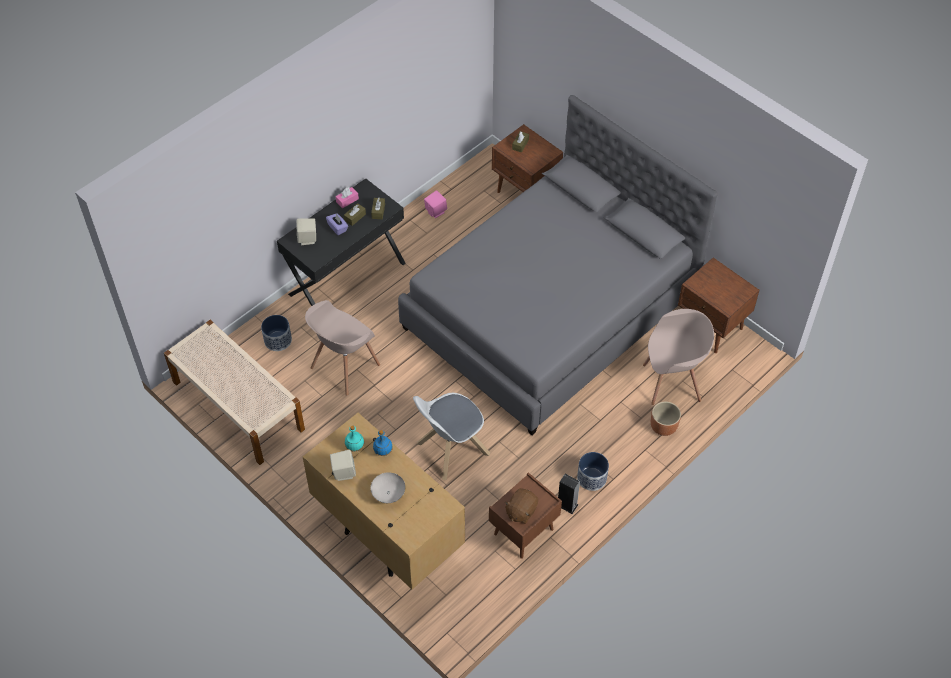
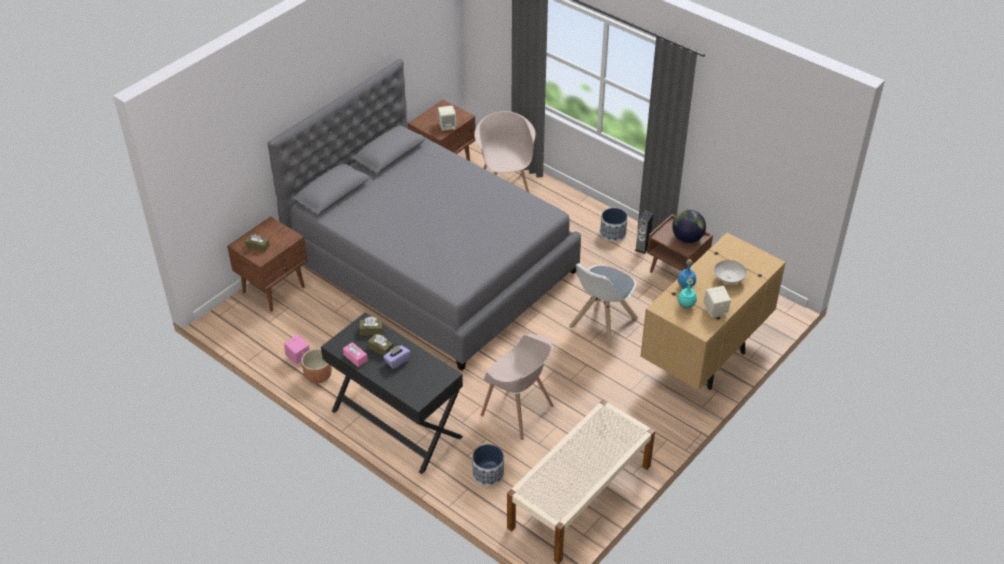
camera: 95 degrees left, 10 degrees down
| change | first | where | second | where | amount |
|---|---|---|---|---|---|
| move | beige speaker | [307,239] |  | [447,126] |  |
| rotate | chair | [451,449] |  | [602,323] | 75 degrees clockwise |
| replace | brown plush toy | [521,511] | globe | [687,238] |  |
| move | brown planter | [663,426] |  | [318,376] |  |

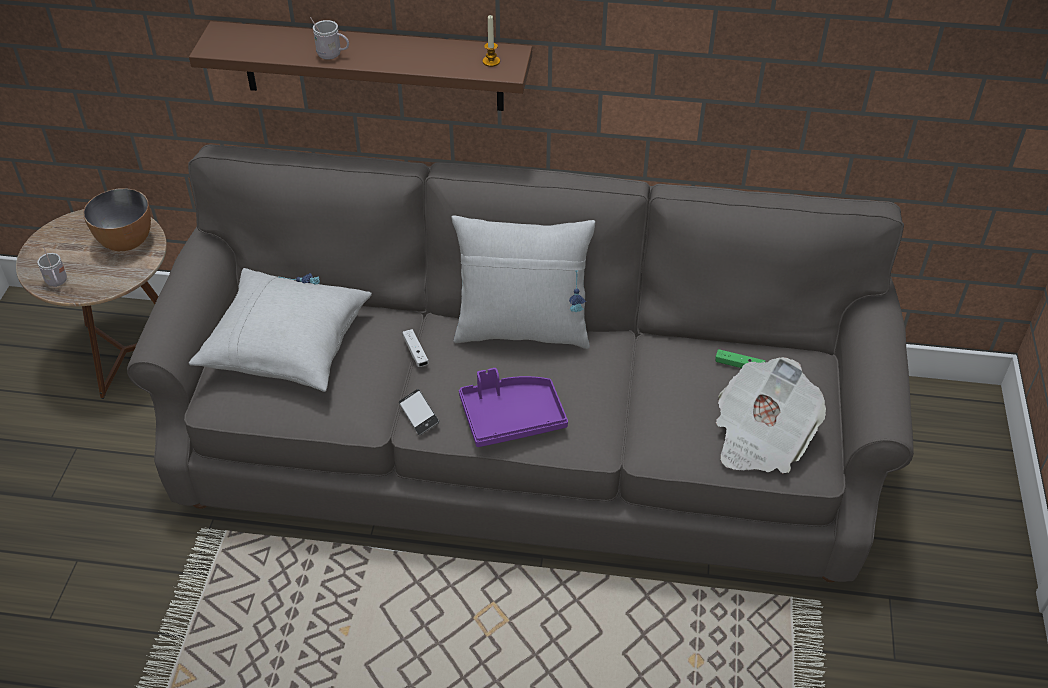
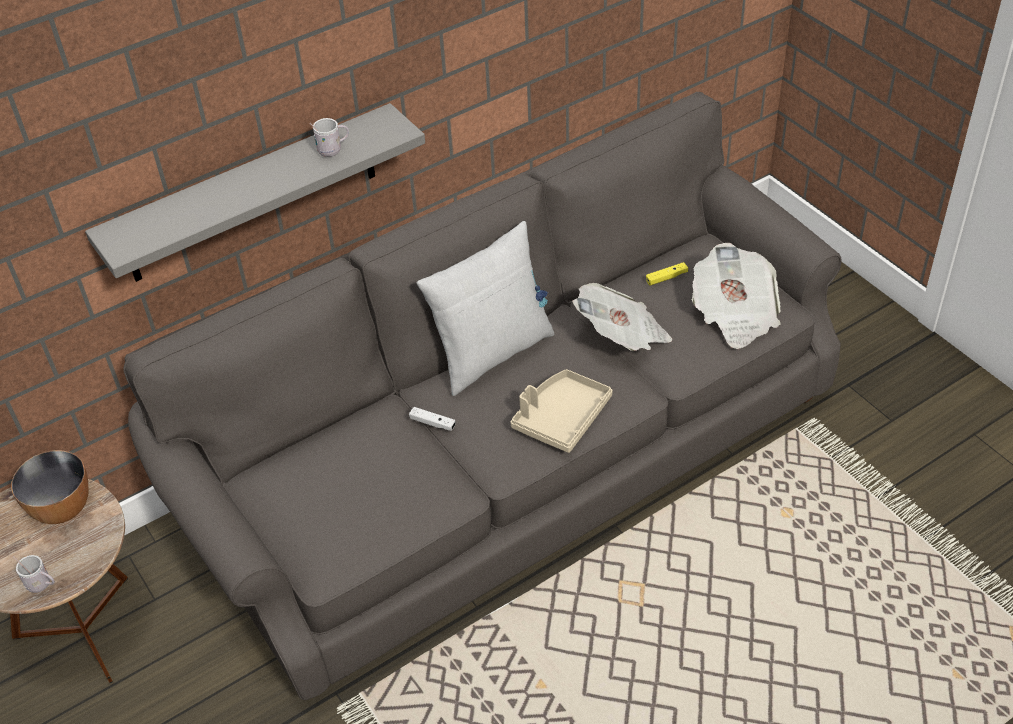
camera: 40 degrees left, 0 degrees up
| change | first | where | second | where | amount |
|---|---|---|---|---|---|
| recolor | brown shelf | [372,66] | grey shelf | [252,195] |  |
| delete | grey pillow | [287,347] |  |  |  |
| move | white mug | [333,55] |  | [333,150] |  |
| delete | phone | [419,415] |  |  |  |
| recolor | purple tray | [511,417] | beige tray | [561,418] |  |
| delete | candle | [491,61] |  |  |  |
| recolor | green game controller | [739,365] | yellow game controller | [666,277] |  |
| insert |  |  | newspaper | [622,336] |  |

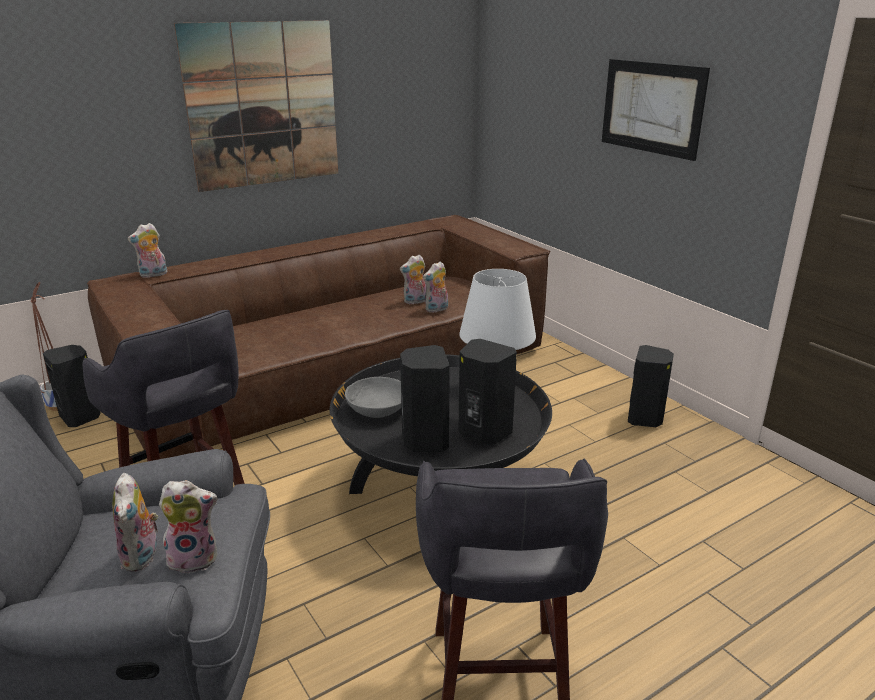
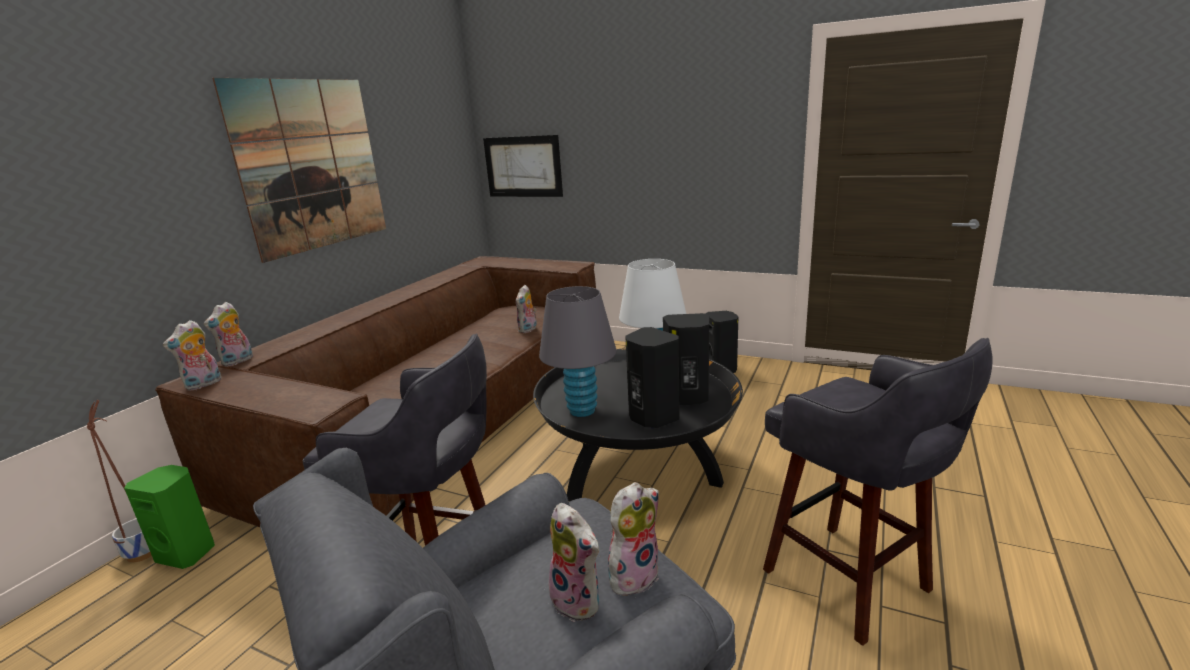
camera: 30 degrees left, 5 degrees down
| change | first | where | second | where | amount |
|---|---|---|---|---|---|
| recolor | black speaker | [81,417] | green speaker | [188,553] |  |
| replace | grey bowl | [377,410] | grey table lamp | [582,410] |  |
| move | plush toy | [415,302] |  | [203,385] |  |
| move | picture | [651,107] |  | [523,166] |  |

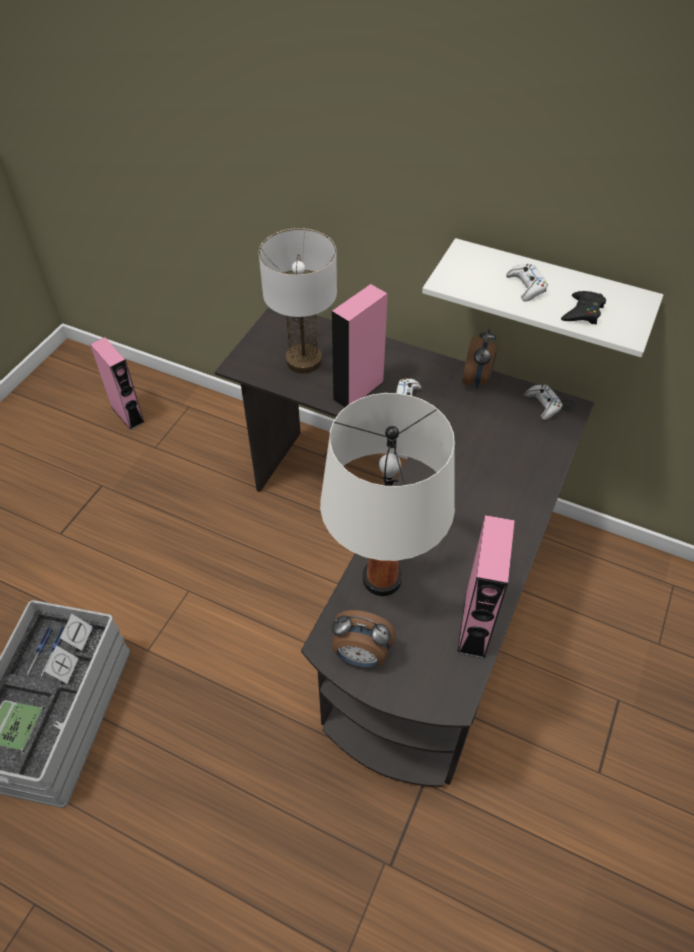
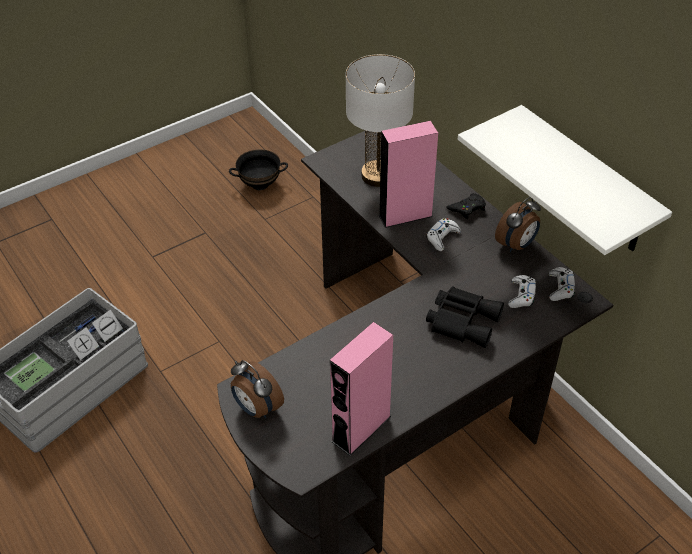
camera: 30 degrees right, 5 degrees down
| change | first | where | second | where | amount |
|---|---|---|---|---|---|
| replace | pink speaker | [127,414] | black bowl | [260,184] |  |
| delete | white table lamp | [382,579] |  |  |  |
| move | white game controller | [526,286] |  | [521,295] |  |
| move | black game controller | [583,312] |  | [467,208] |  |
| insert |  |  | black binoculars | [462,320] |  |

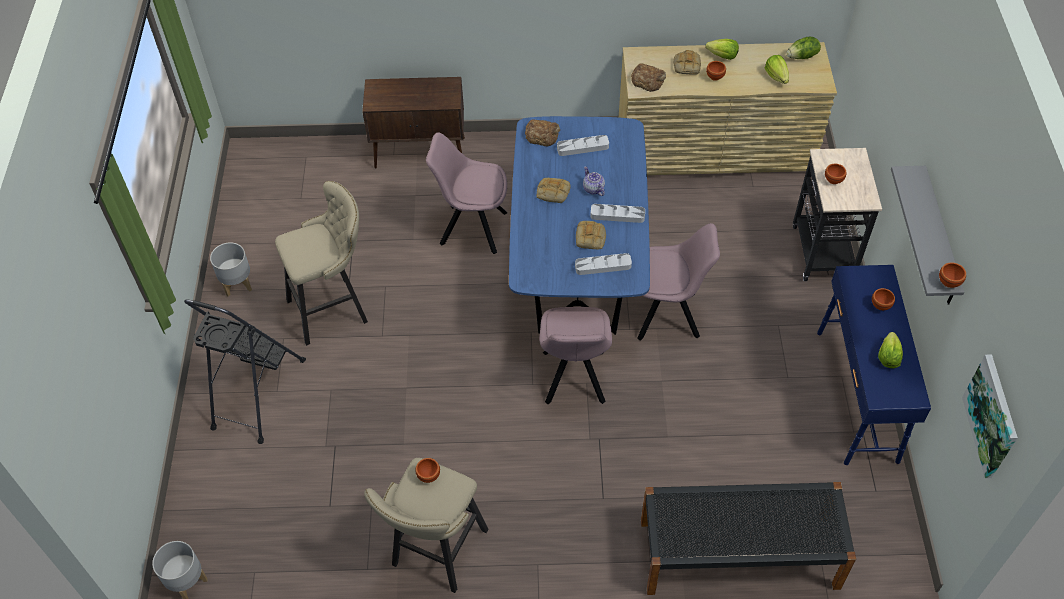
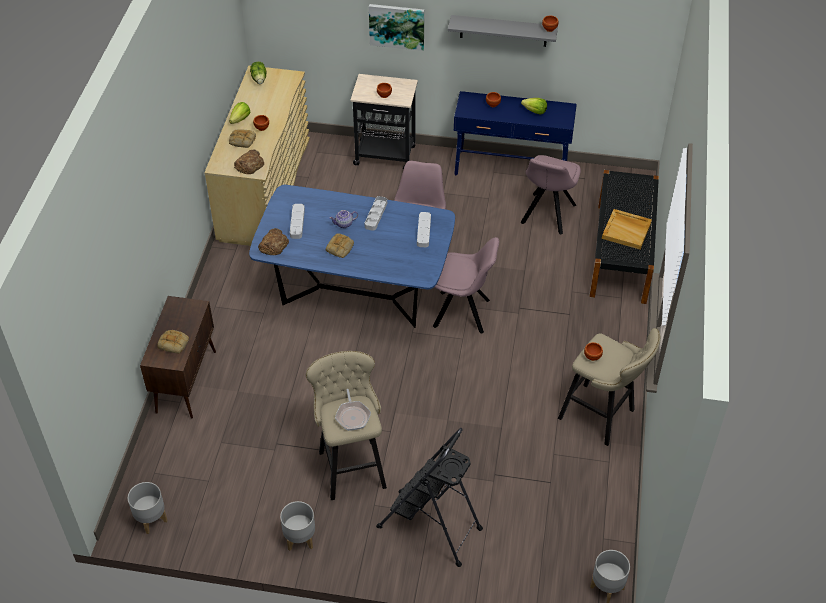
camera: 80 degrees left, 5 degrees down
| change | first | where | second | where | amount |
|---|---|---|---|---|---|
| move | pink chair | [472,228] |  | [547,214] |  |
| move | bread | [591,238] |  | [174,343] |  |
| delete | lettuce | [776,76] |  |  |  |
| move | picture | [992,416] |  | [397,26] |  |
| insert |  |  | grey planter | [151,519] |  |
| insert |  |  | frying pan | [352,415] |  |
| insert |  |  | beige tray | [627,230] |  |

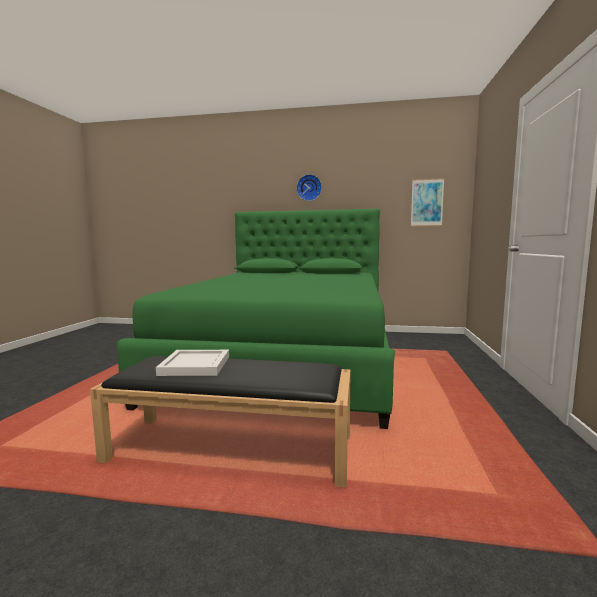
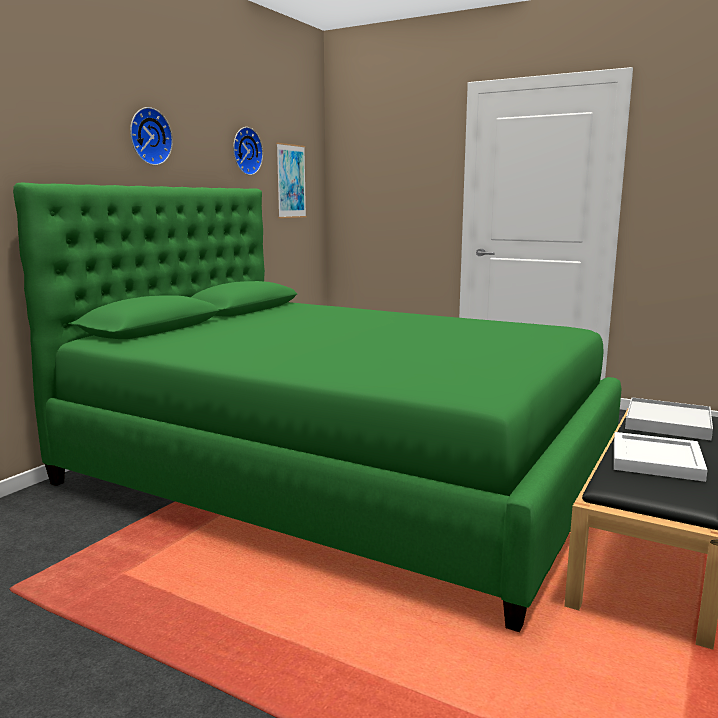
camera: 70 degrees left, 5 degrees up
| change | first | where | second | where | amount |
|---|---|---|---|---|---|
| insert |  |  | wall clock | [245,151] |  |
| insert |  |  | white tray | [668,423] |  |

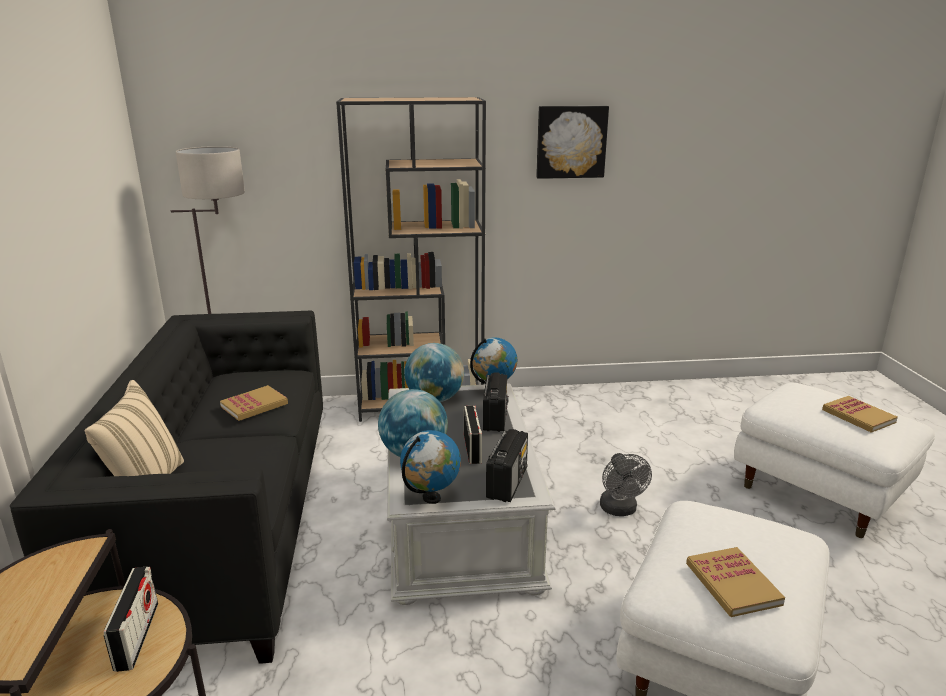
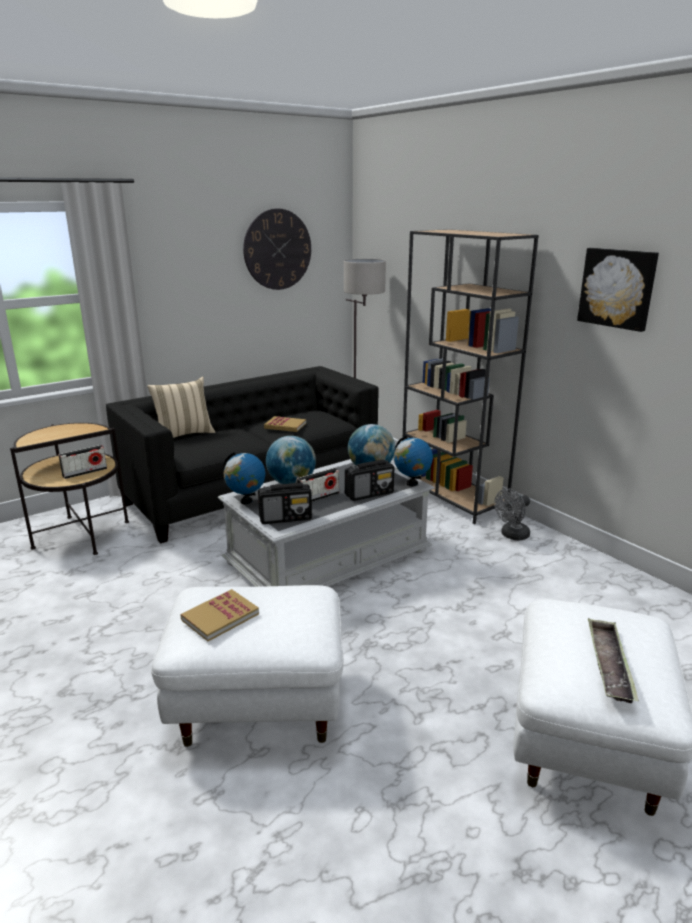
camera: 60 degrees right, 0 degrees up
| change | first | where | second | where | amount |
|---|---|---|---|---|---|
| move | grey fan | [620,510] |  | [512,536] |  |
| replace | book | [858,416] | tray | [609,664] |  |
| insert |  |  | wall clock | [277,249] |  |

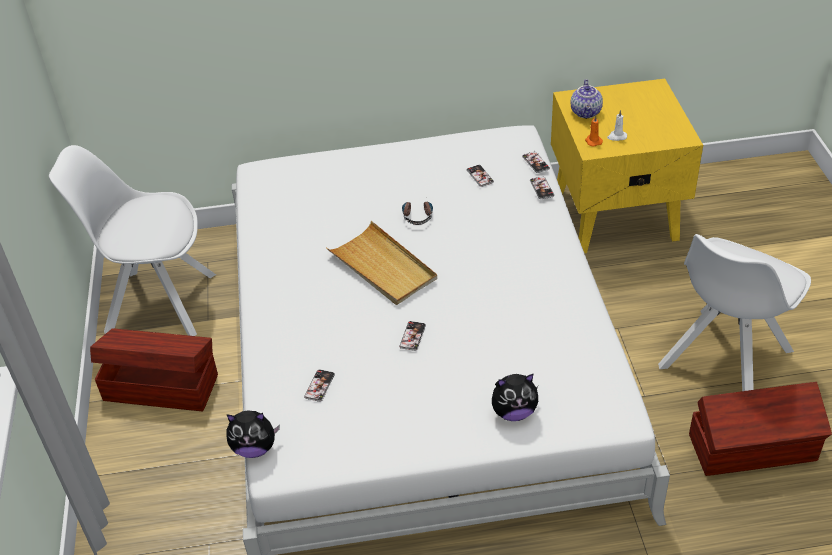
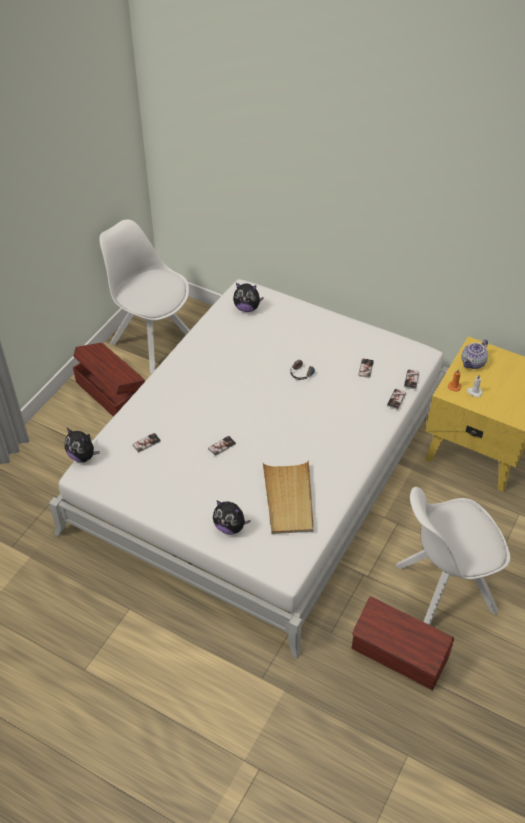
camera: 35 degrees right, 5 degrees up
| change | first | where | second | where | amount |
|---|---|---|---|---|---|
| move | beige tray | [383,267] |  | [288,499] |  |
| insert |  |  | plush toy | [247,308] |  |

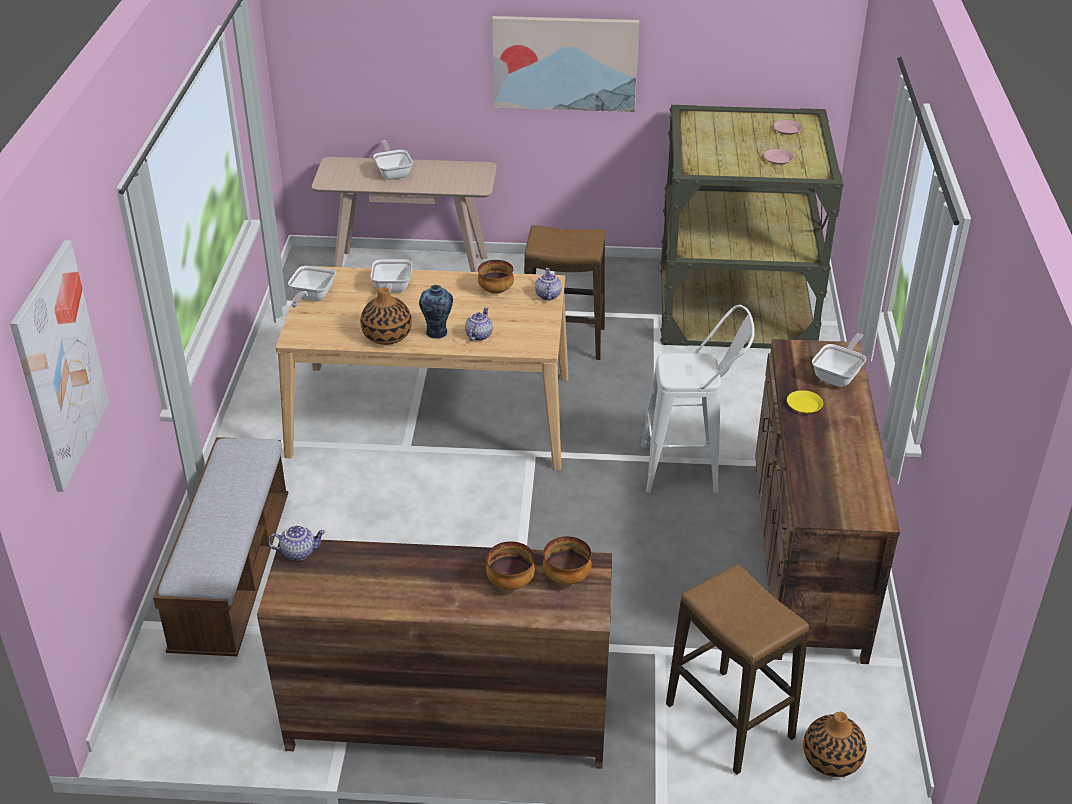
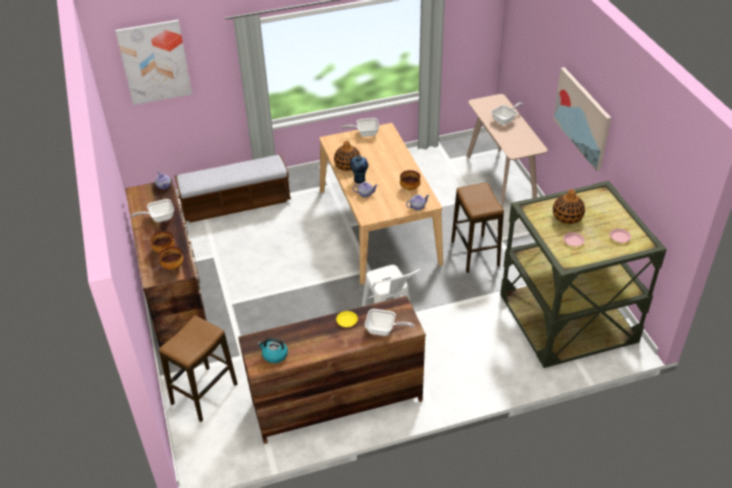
camera: 70 degrees right, 5 degrees up
| change | first | where | second | where | amount |
|---|---|---|---|---|---|
| move | frying pan | [391,290] |  | [159,218] |  |
| move | vase | [831,759] |  | [567,217] |  |
| insert |  |  | kettle | [274,355] |  |

